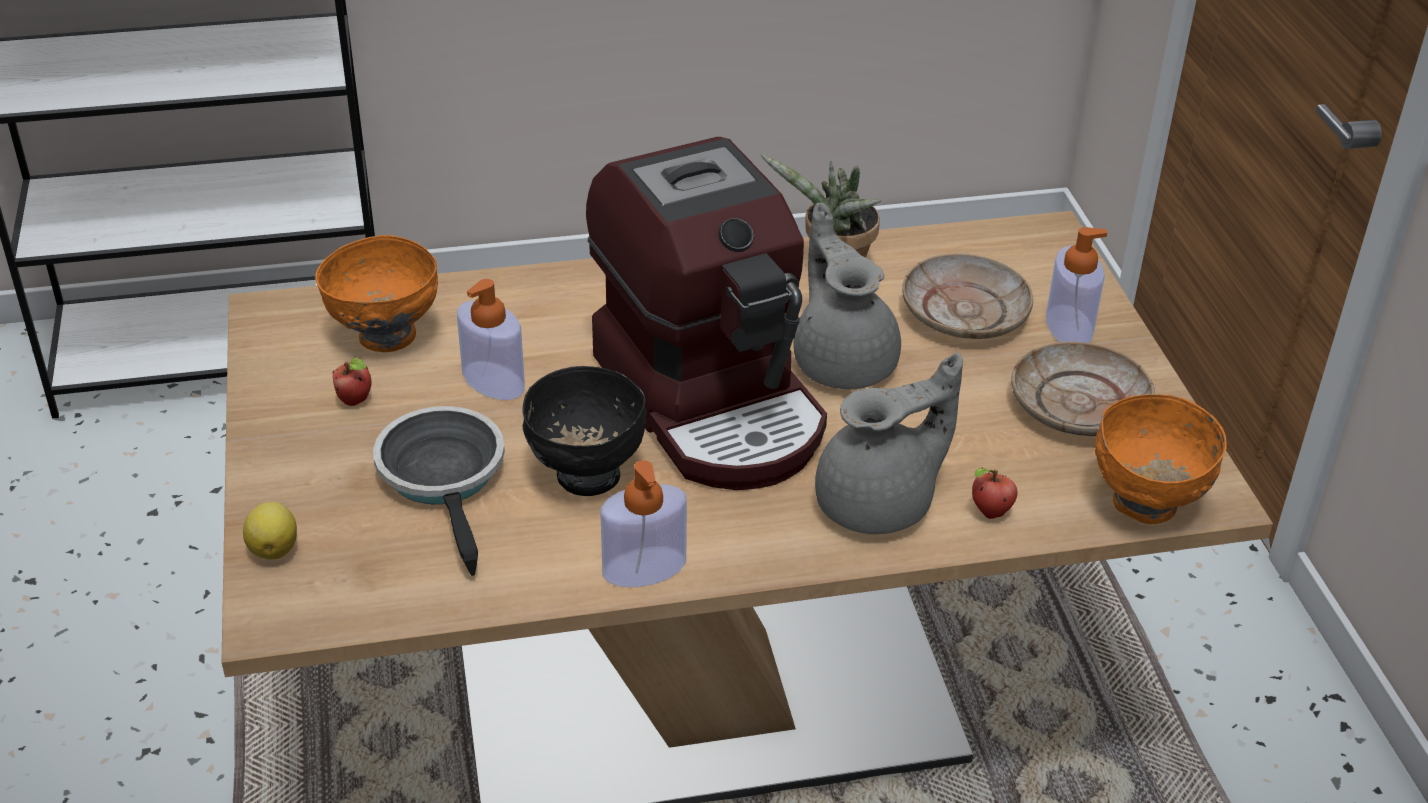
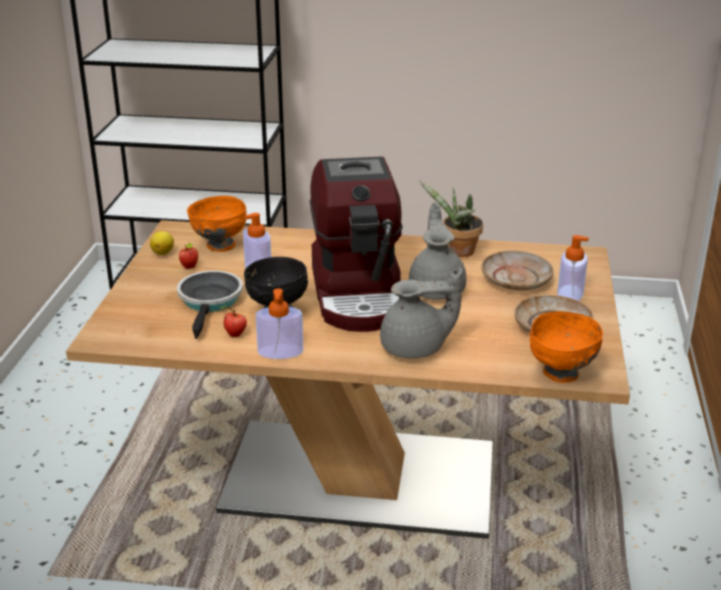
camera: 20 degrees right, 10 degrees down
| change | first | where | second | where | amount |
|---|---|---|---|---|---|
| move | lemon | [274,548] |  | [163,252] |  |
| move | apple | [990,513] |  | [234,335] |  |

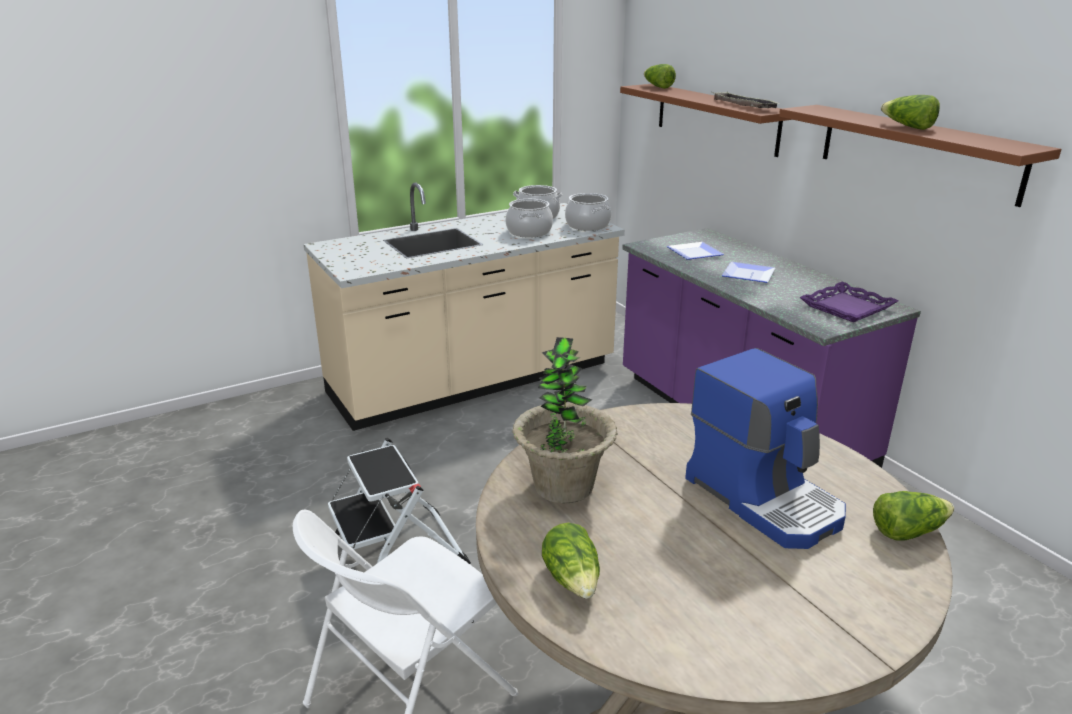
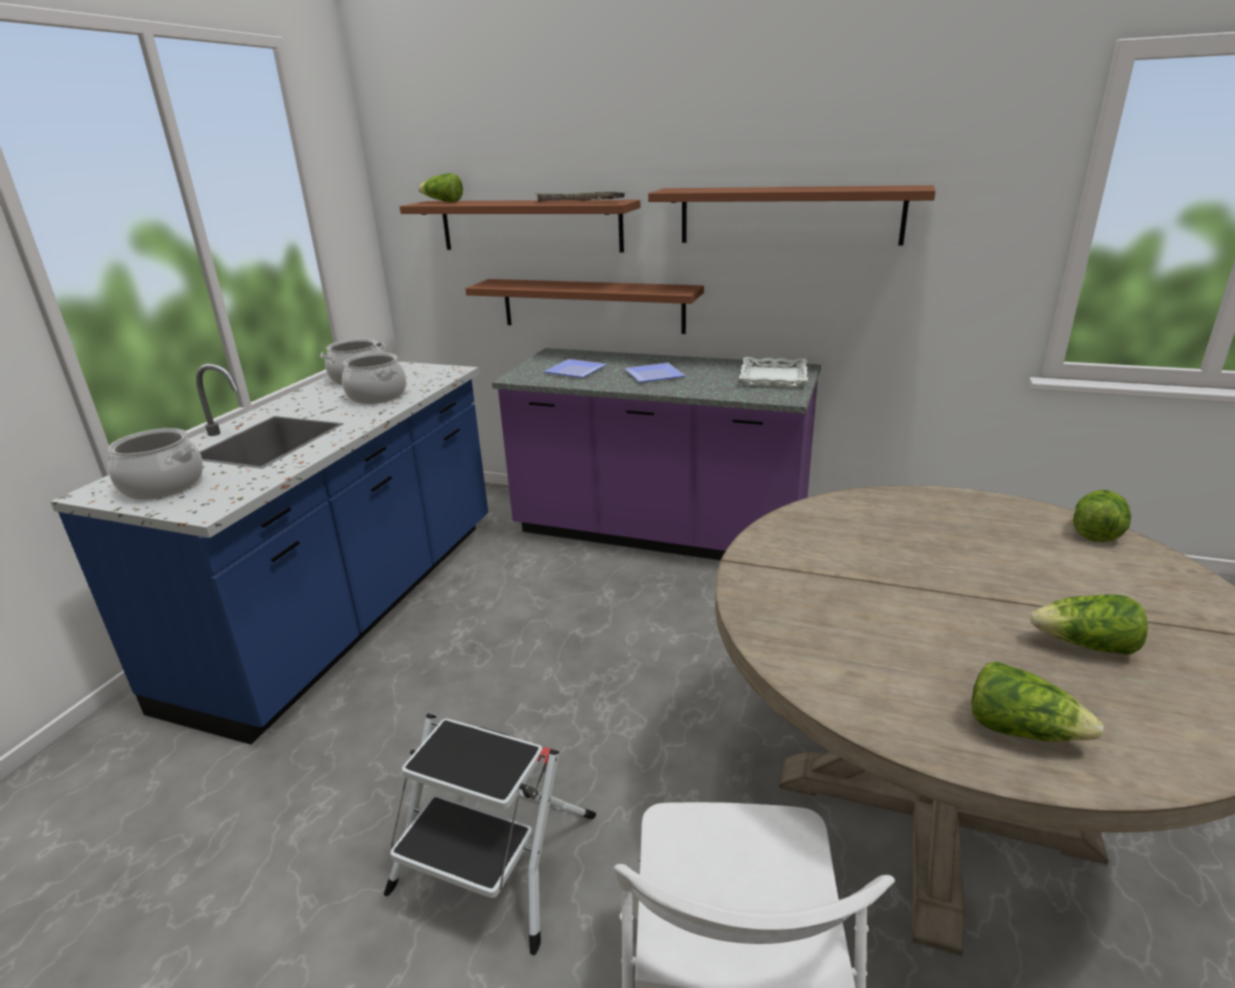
camera: 40 degrees left, 0 degrees up
| change | first | where | second | where | amount |
|---|---|---|---|---|---|
| recolor | beige counter | [473,380] | blue counter | [350,607] |  |
| delete | potted plant | [563,486] |  |  |  |
| move | cooking pot | [588,225] |  | [164,485] |  |
| delete | coffee machine | [765,498] |  |  |  |
| recolor | purple tray | [847,308] | white tray | [774,377] |  |
| move | lettuce | [907,127] |  | [1085,646] |  |
| insert |  |  | brown shelf | [592,305] |  |

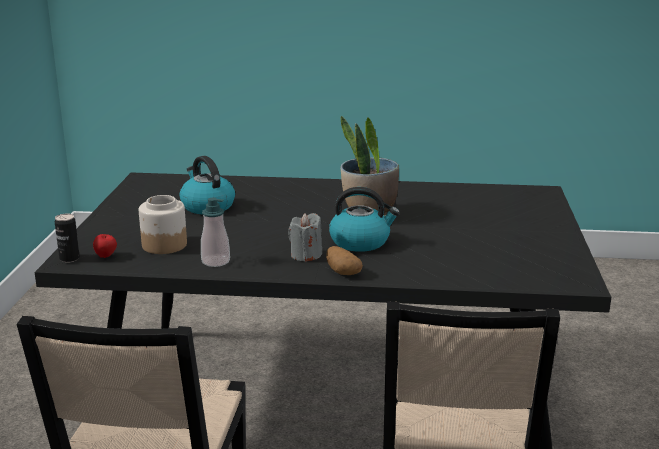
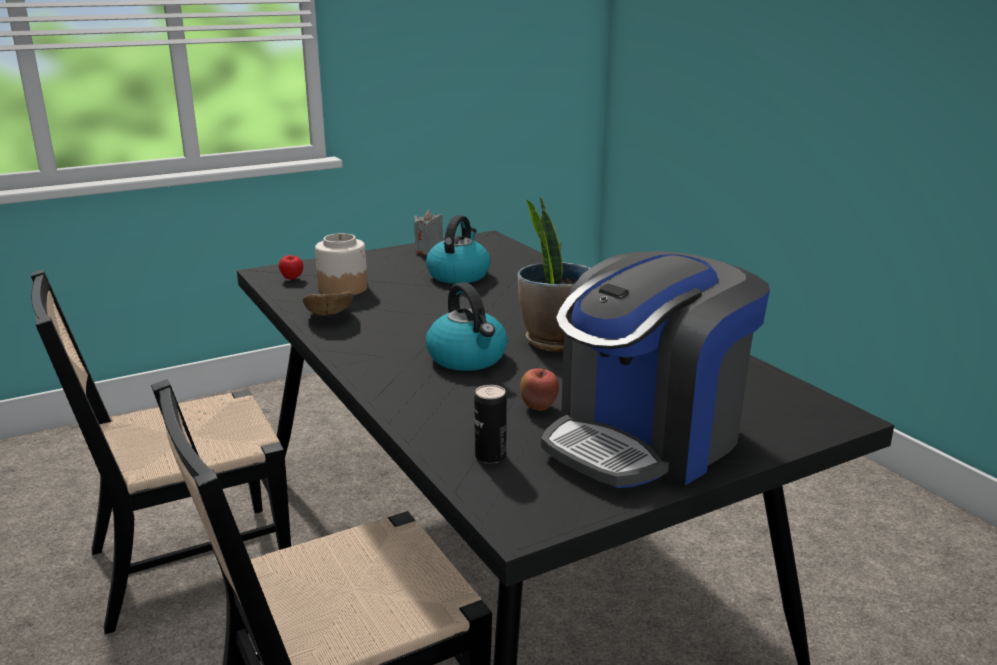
camera: 55 degrees right, 0 degrees up
| change | first | where | second | where | amount |
|---|---|---|---|---|---|
| move | can | [69,259] |  | [490,456] |  |
| replace | soap dispenser | [215,261] | brown bowl | [330,315] |  |
| move | grey candle | [306,255] |  | [429,251] |  |
| delete | potato | [342,272] |  |  |  |
| insert |  |  | apple | [538,408] |  |
| insert |  |  | coffee machine | [647,439] |  |

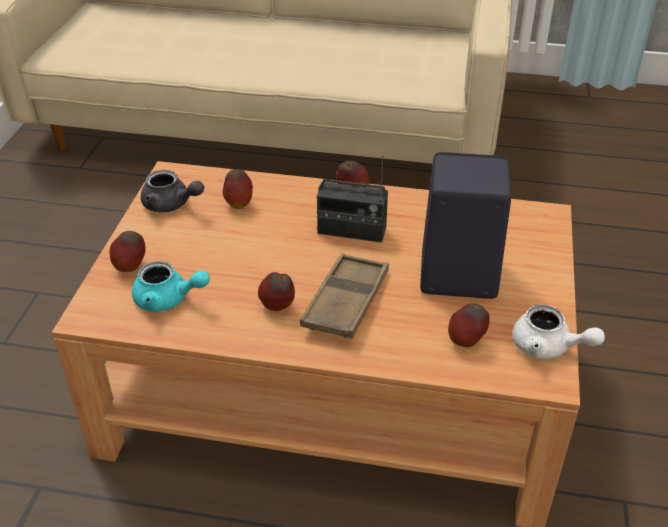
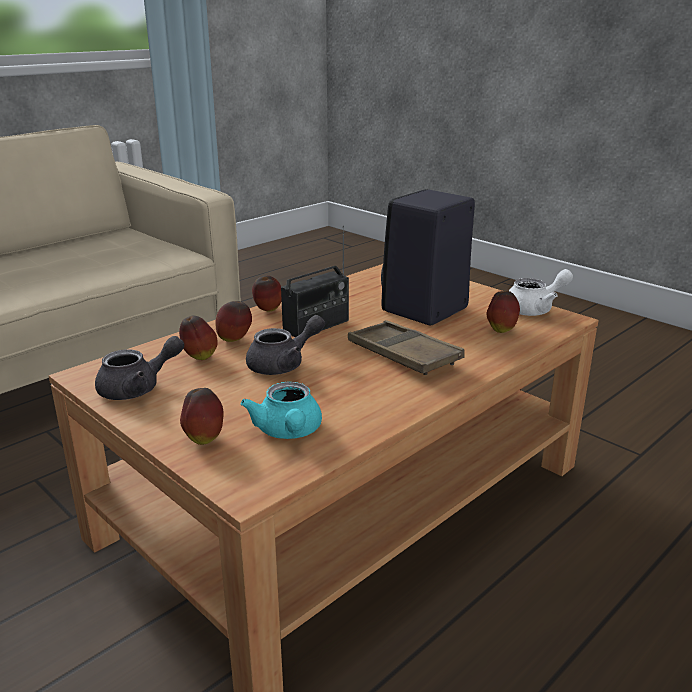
camera: 55 degrees left, 15 degrees down
| change | first | where | second | where | amount |
|---|---|---|---|---|---|
| rotate | turquoise teapot | [168,300] |  | [288,432] | 120 degrees clockwise |
| move | apple | [278,307] |  | [235,340] |  |
| insert |  |  | grey teapot | [284,364] |  |

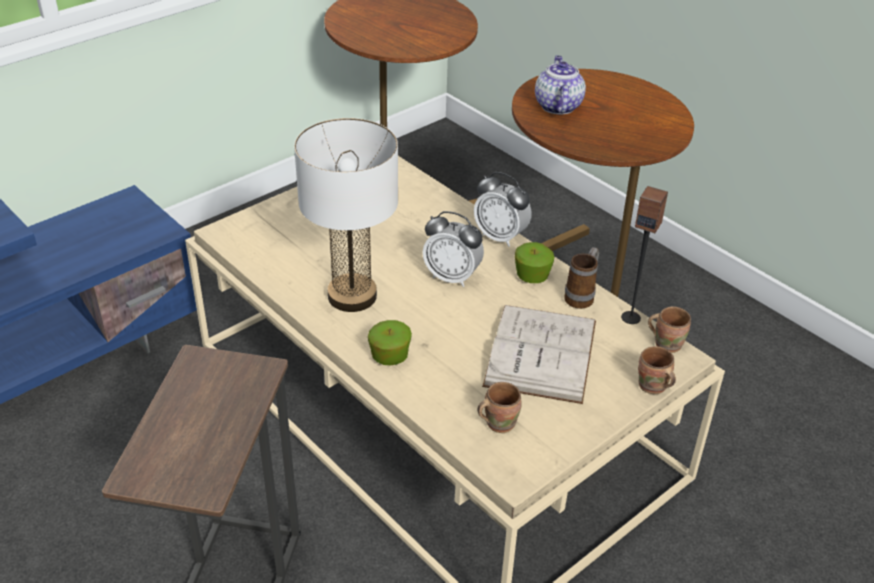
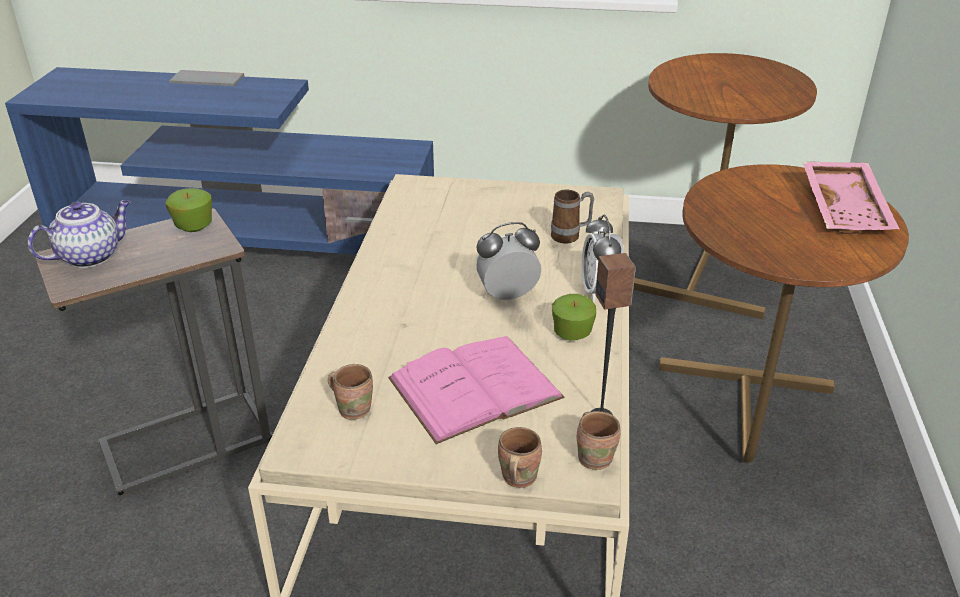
camera: 50 degrees right, 5 degrees down
| change | first | where | second | where | amount |
|---|---|---|---|---|---|
| delete | table lamp | [352,295] |  |  |  |
| move | apple | [390,357] |  | [194,226] |  |
| rotate | alarm clock | [452,277] |  | [507,295] | 90 degrees clockwise |
| recolor | white book | [541,353] | pink book | [475,388] |  |
| move | teapot | [557,106] |  | [91,256] |  |
| move | mug | [582,296] |  | [571,236] |  |
| insert |  |  | pink tray | [847,209] |  |

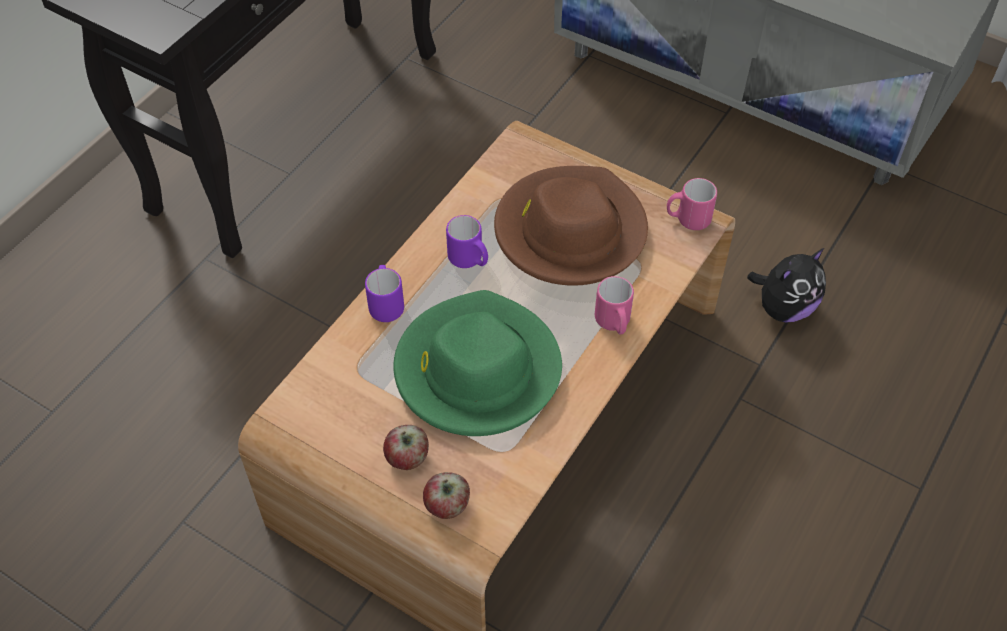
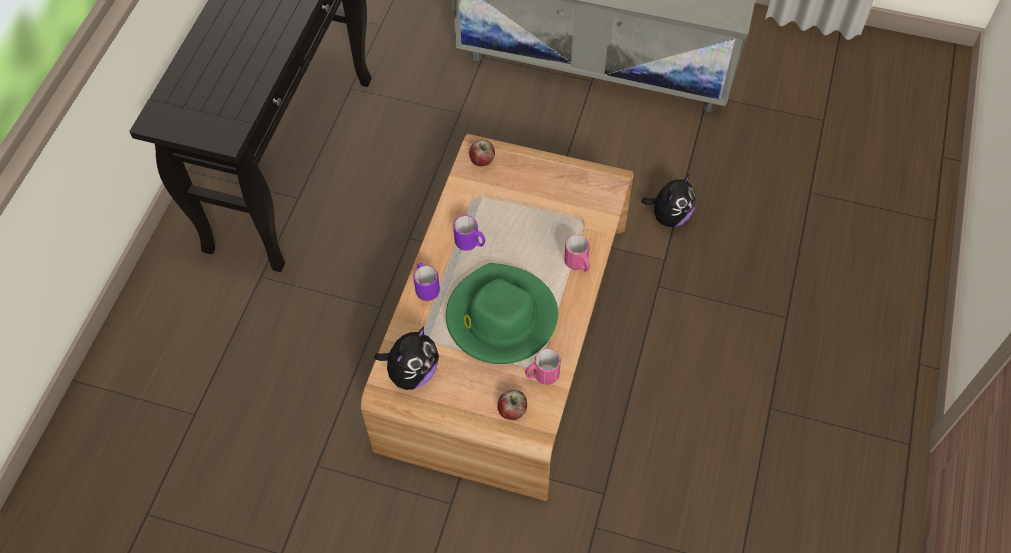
camera: 15 degrees left, 5 degrees up
| change | first | where | second | where | amount |
|---|---|---|---|---|---|
| move | apple | [407,458] |  | [482,160] |  |
| delete | brown hat | [569,231] |  |  |  |
| move | pink mug | [687,219] |  | [542,375] |  |
| insert |  |  | plush toy | [412,372] |  |

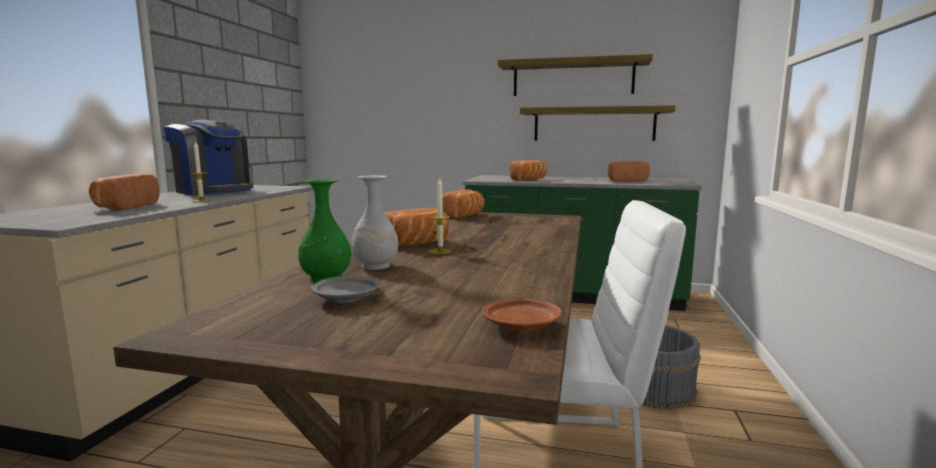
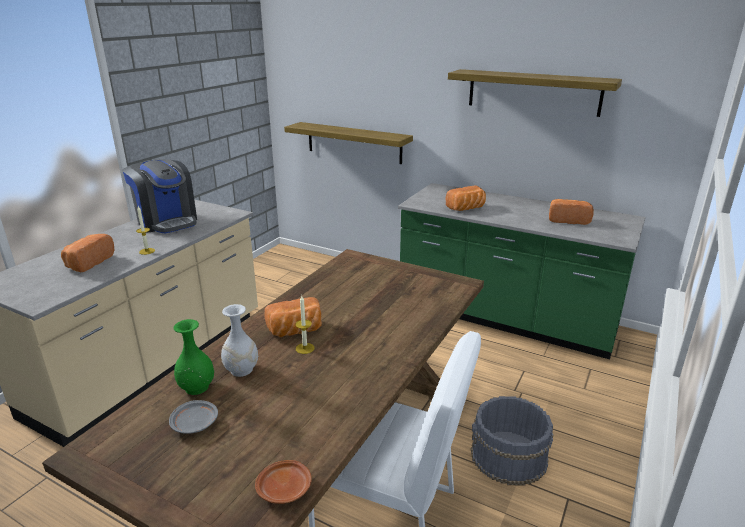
camera: 15 degrees right, 15 degrees up
| change | first | where | second | where | amount |
|---|---|---|---|---|---|
| delete | bread | [465,216] |  |  |  |
| move | shelf | [593,124] |  | [354,142] |  |

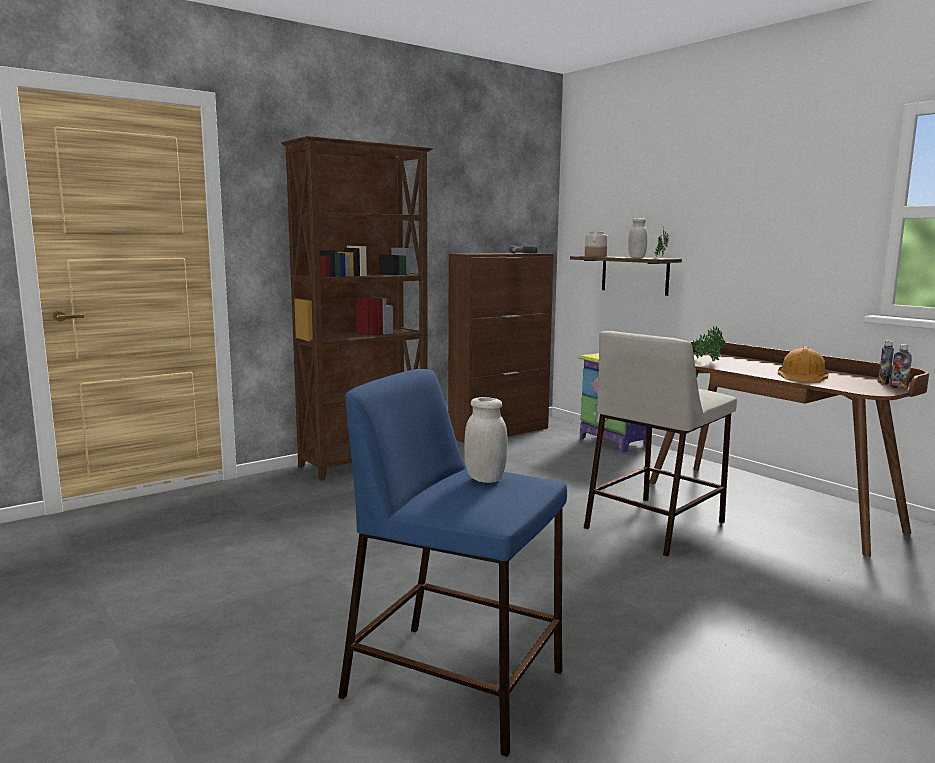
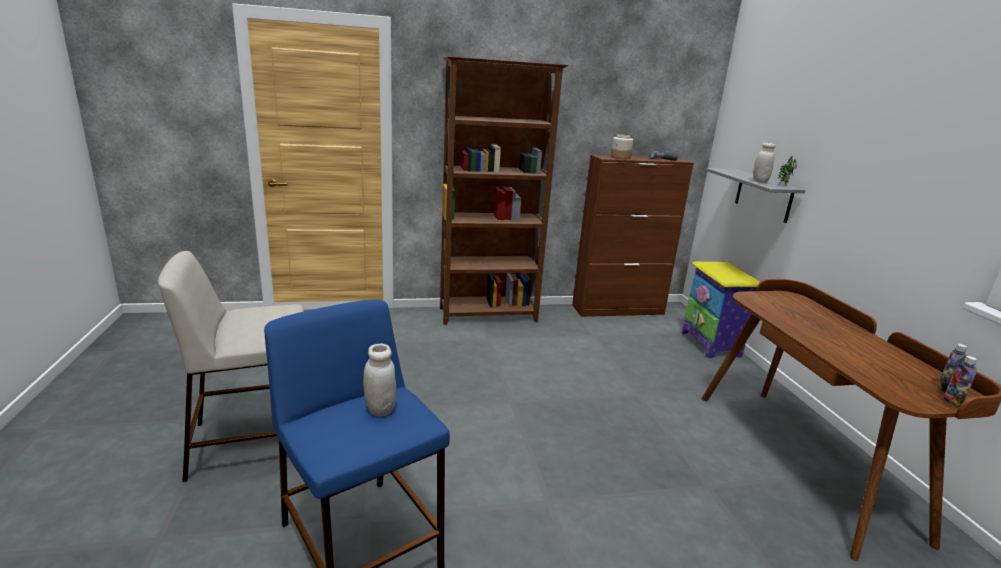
camera: 25 degrees right, 10 degrees up
| change | first | where | second | where | amount |
|---|---|---|---|---|---|
| recolor | brown shelf | [634,275] | grey shelf | [763,195] |  |
| move | beige stool | [655,524] |  | [255,441] |  |
| move | jar | [595,256] |  | [620,157] |  |
| delete | potted plant | [707,360] |  |  |  |
| delete | orange hard hat | [802,375] |  |  |  |

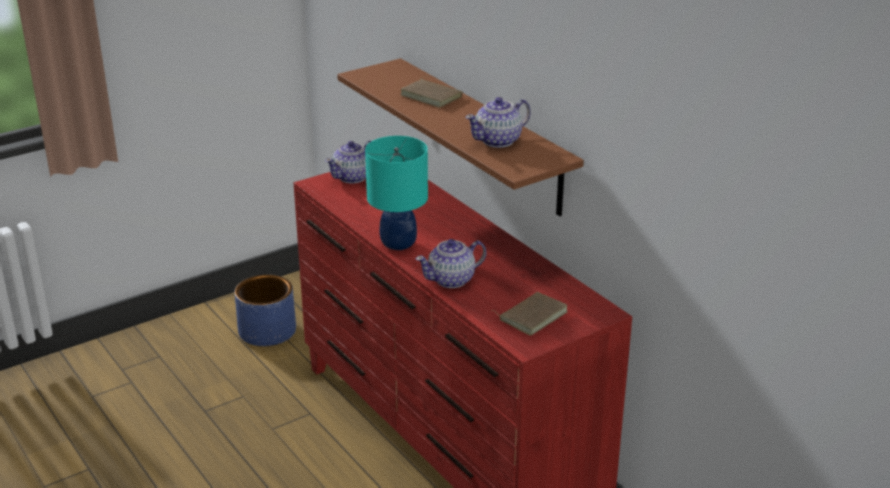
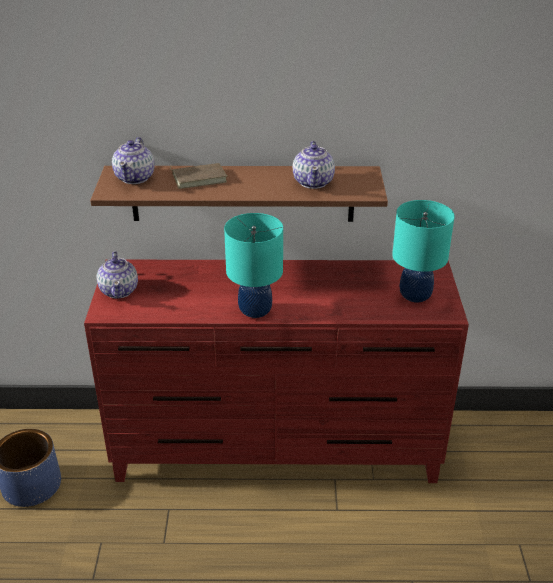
camera: 55 degrees left, 5 degrees up
| change | first | where | second | where | amount |
|---|---|---|---|---|---|
| move | teapot | [452,280] |  | [135,177] |  |
| replace | brown book | [532,315] | turquoise table lamp | [413,296] |  |

